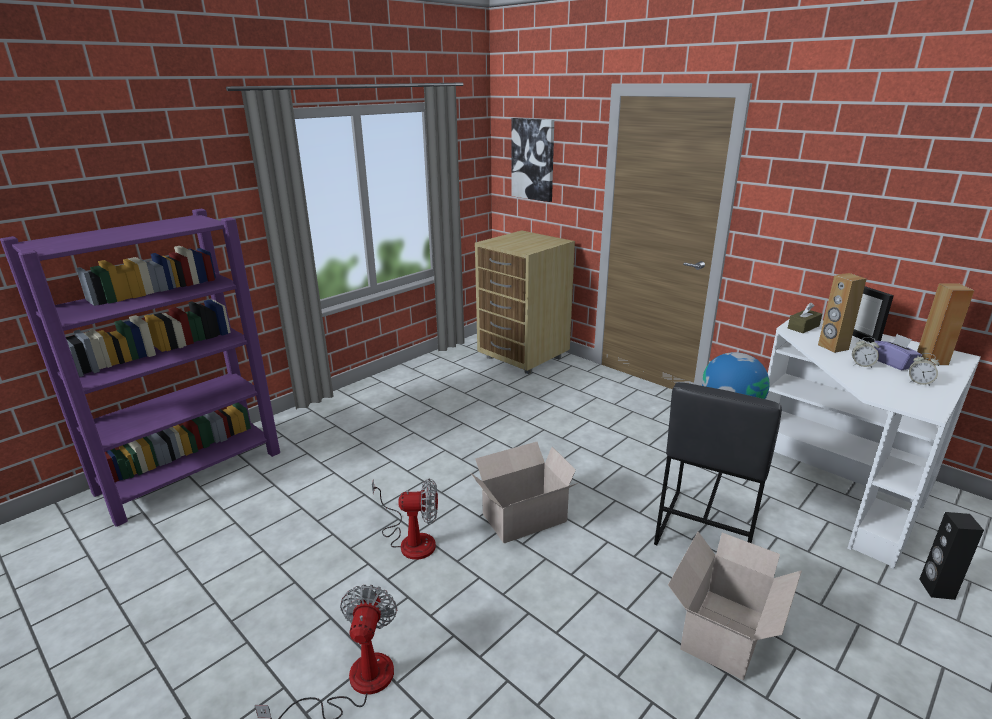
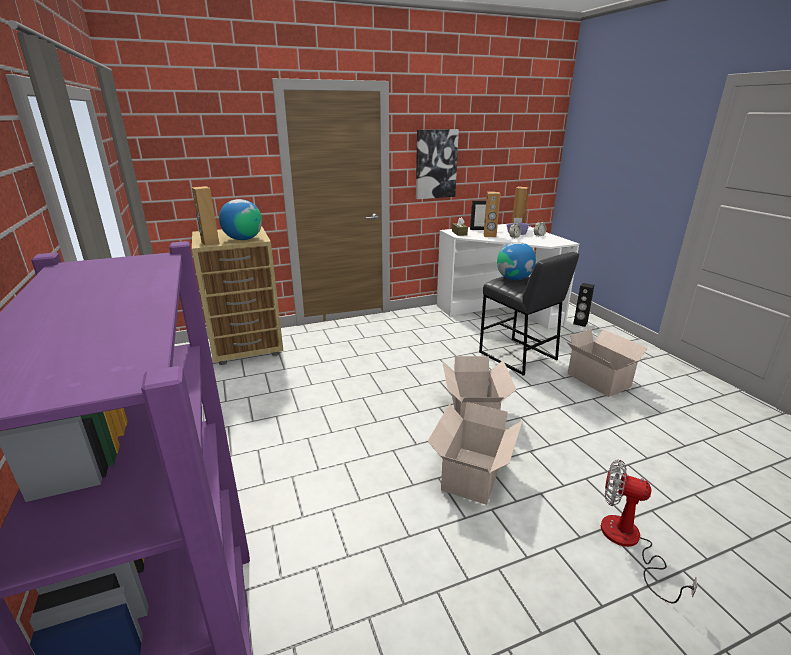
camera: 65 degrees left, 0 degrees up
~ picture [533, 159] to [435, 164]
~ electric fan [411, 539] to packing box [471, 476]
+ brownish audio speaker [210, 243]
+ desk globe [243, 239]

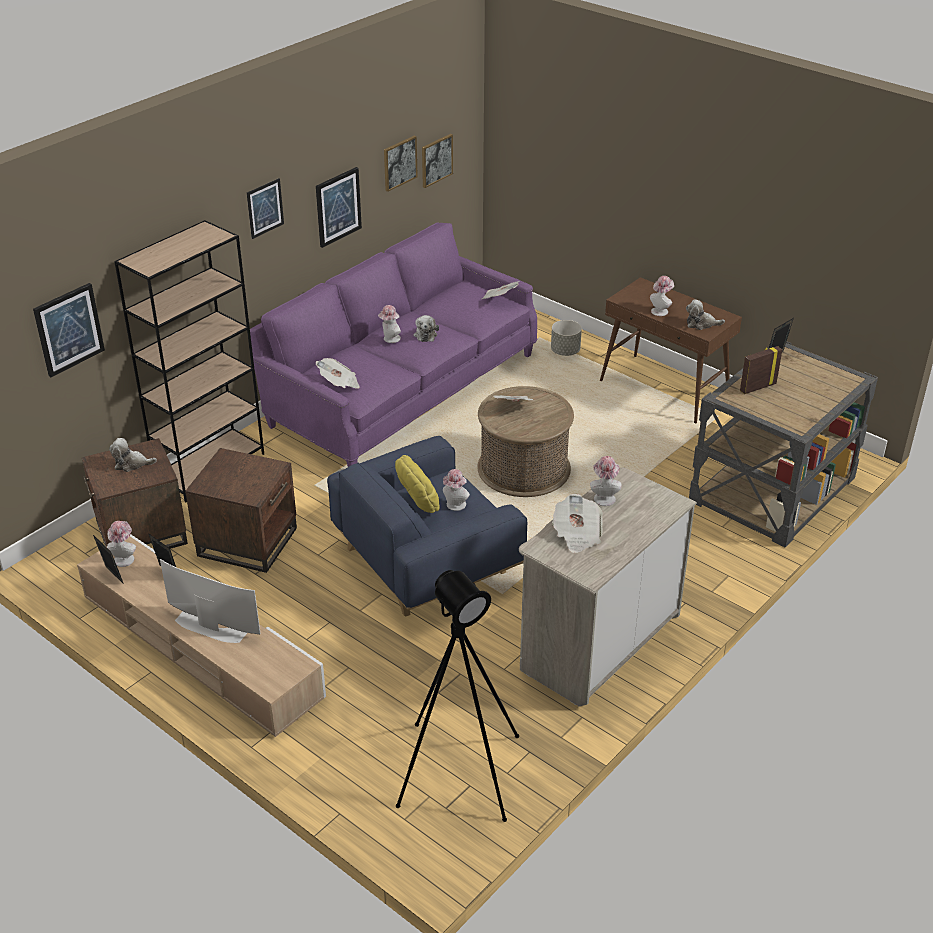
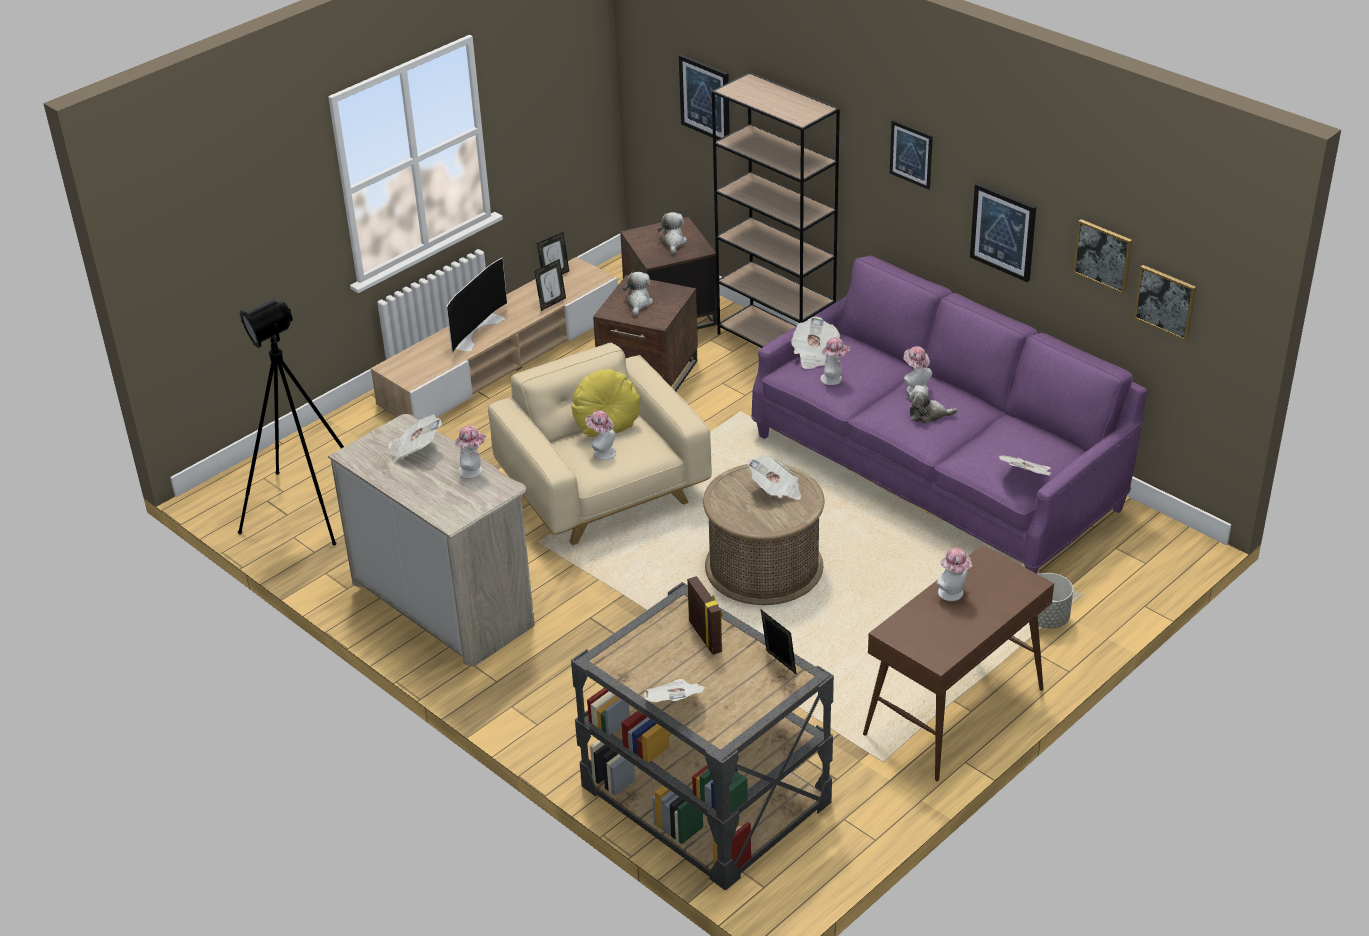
camera: 95 degrees right, 0 degrees up
~ soft toy [701, 324] to [638, 303]
~ blue armchair [426, 560] to beige armchair [602, 490]
~ hat [124, 558] to [834, 379]
+ newspaper [674, 703]

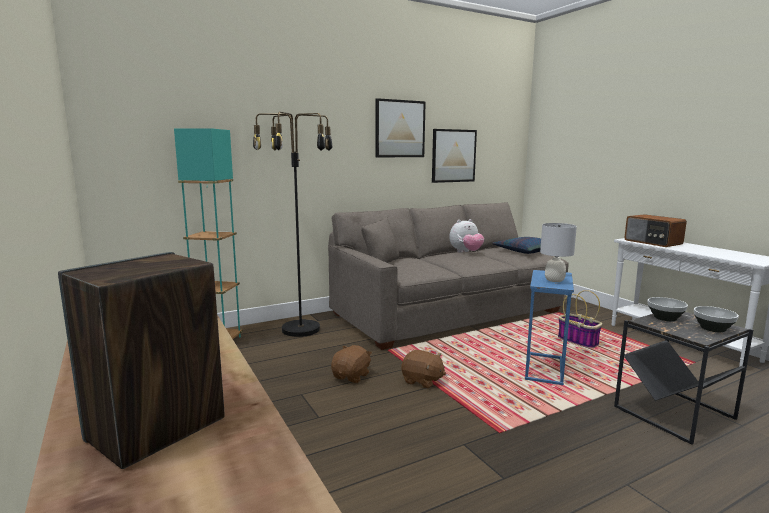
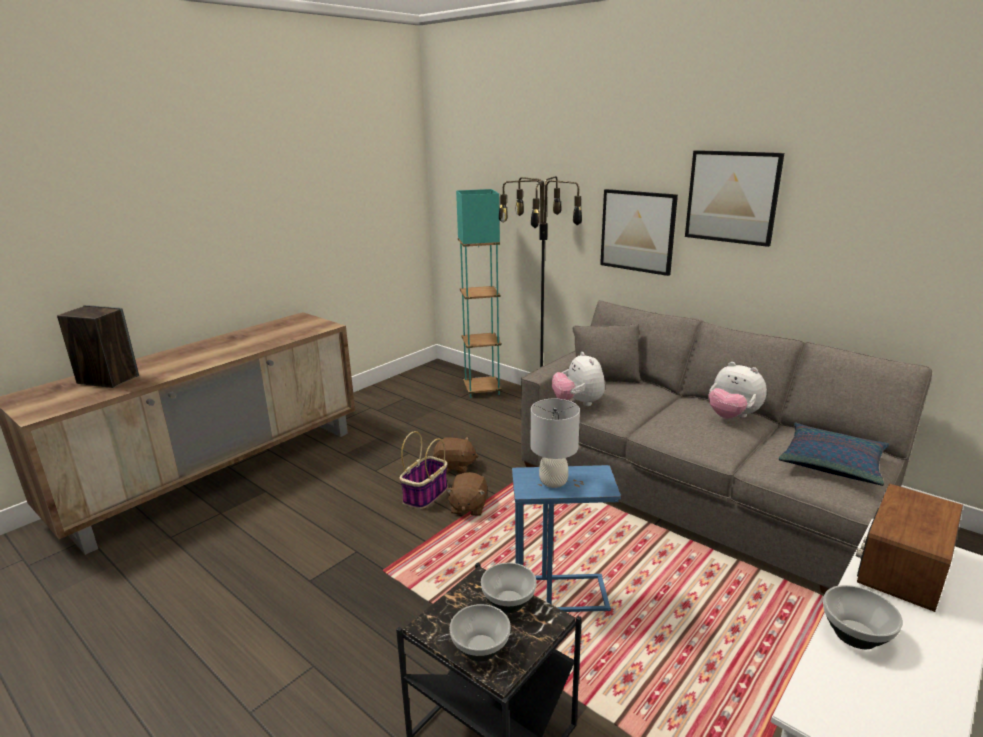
camera: 70 degrees right, 10 degrees up
~ picture [453, 156] to [637, 231]
~ storage basket [578, 341] to [425, 495]
+ soft toy [578, 403]
+ deep dish [856, 635]

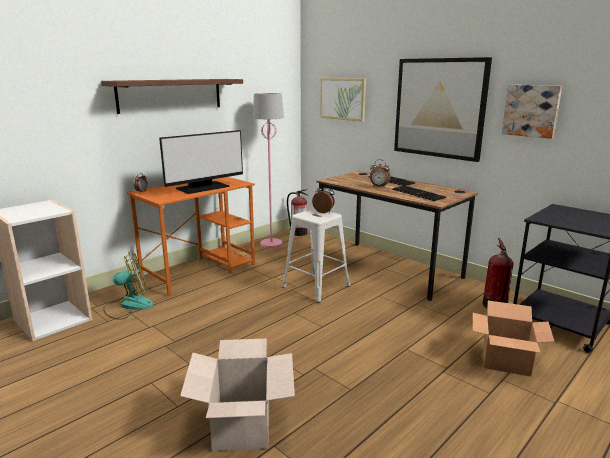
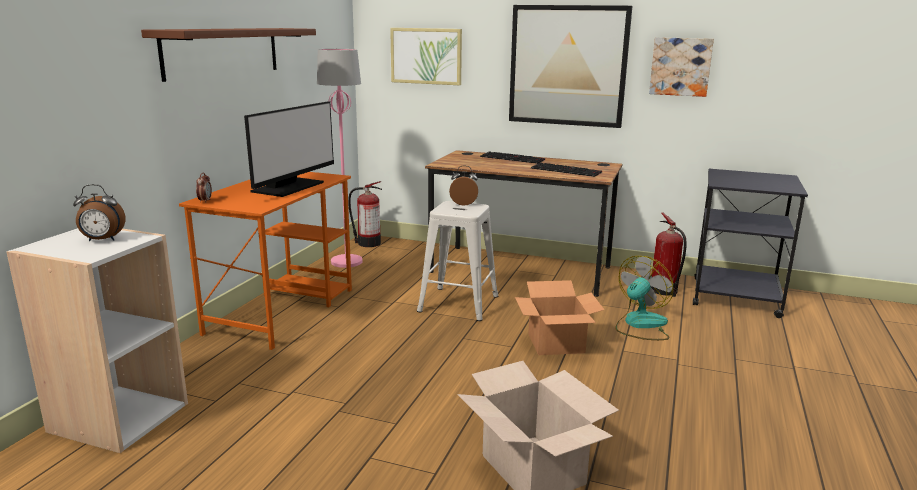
camera: 25 degrees left, 0 degrees up
~ bedside clock [379, 187] to [102, 240]
~ electric fan [128, 305] to [640, 325]
~ packing box [506, 360] to [556, 343]

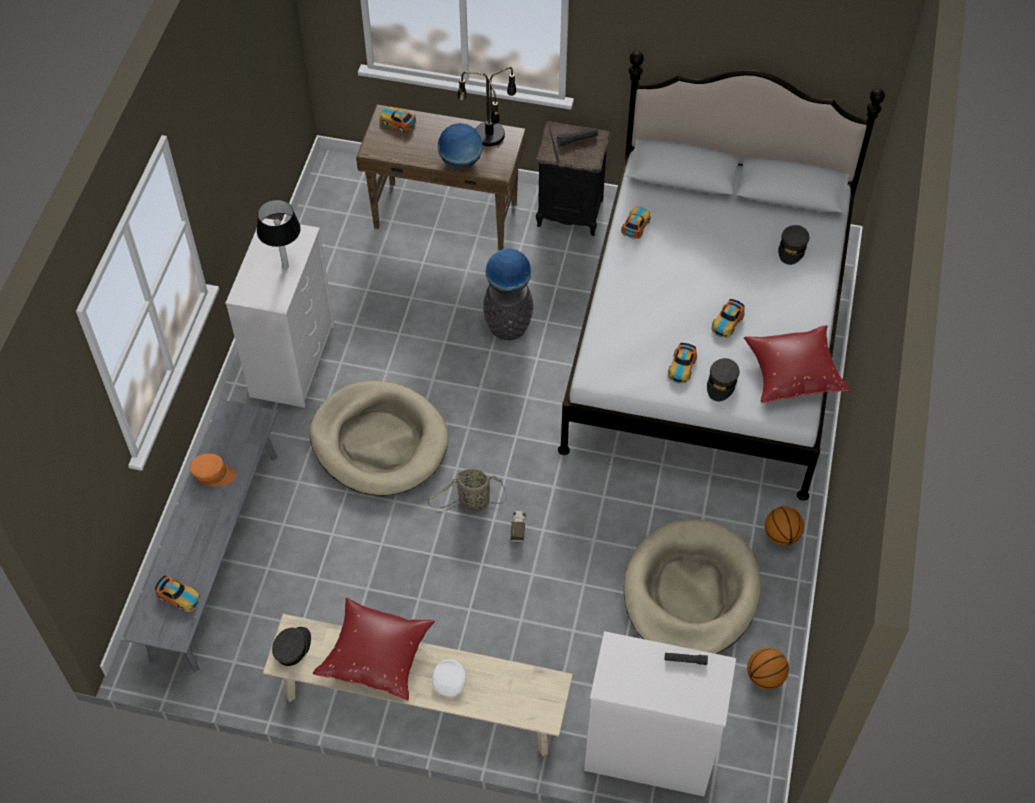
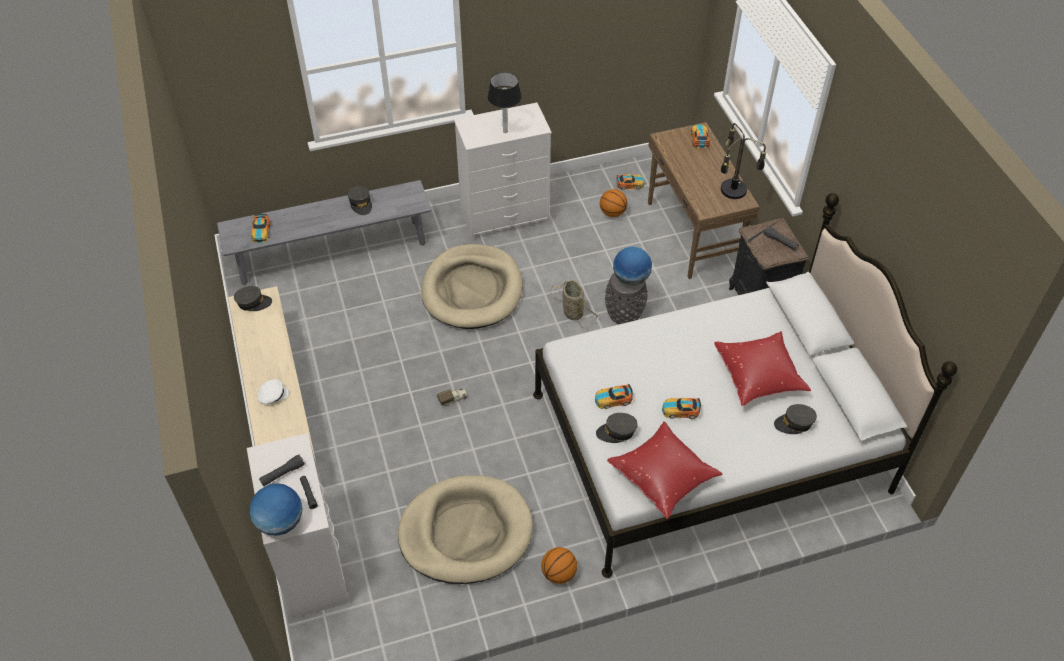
camera: 60 degrees right, 5 degrees down
~ desk globe [460, 161] to [280, 522]
~ model car [636, 225] to [630, 184]
~ orange peaked cap [213, 474] to grey peaked cap [360, 204]
~ storage basket [471, 502] to [572, 312]
~ red pillow [376, 656] to [759, 376]
~ basketball [765, 677] to [612, 213]
+ blackish torch [282, 474]

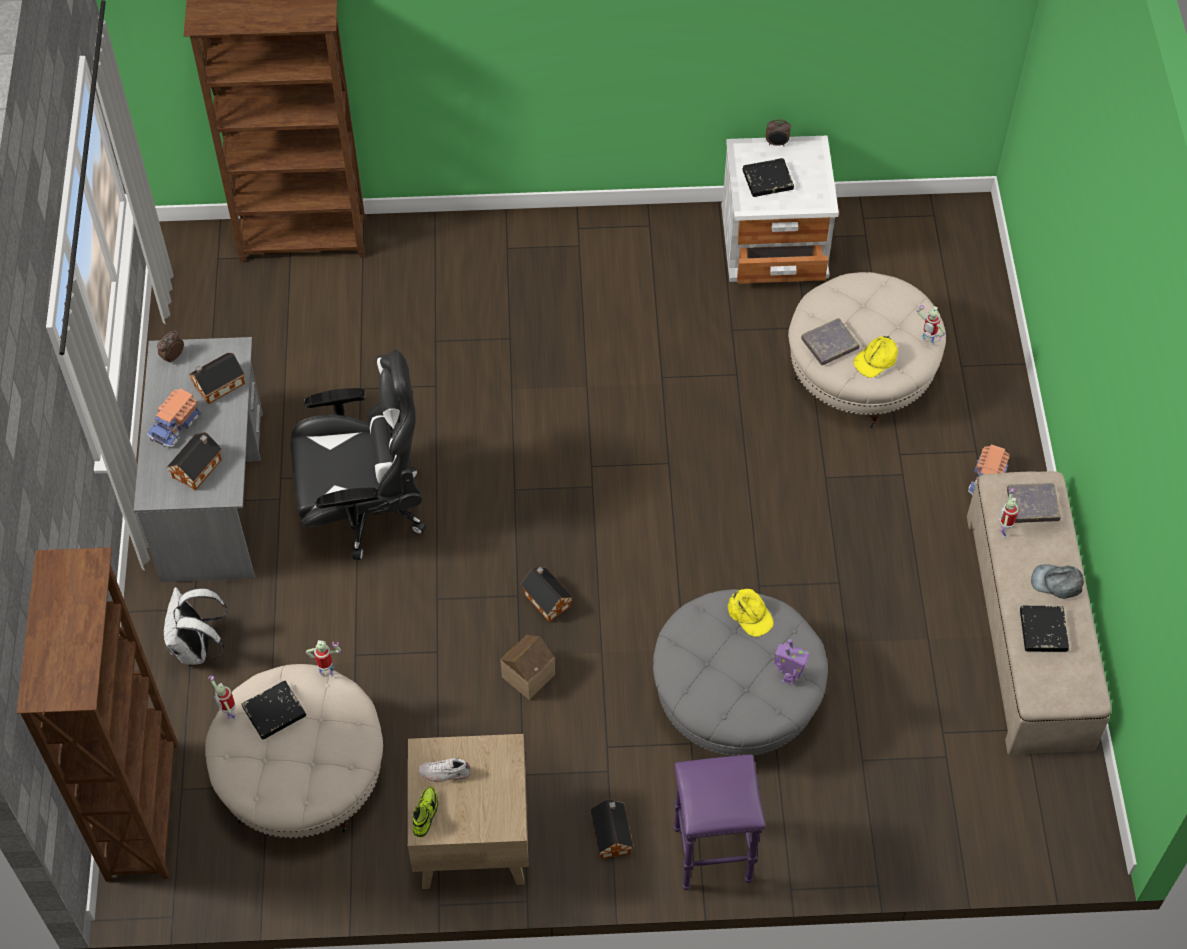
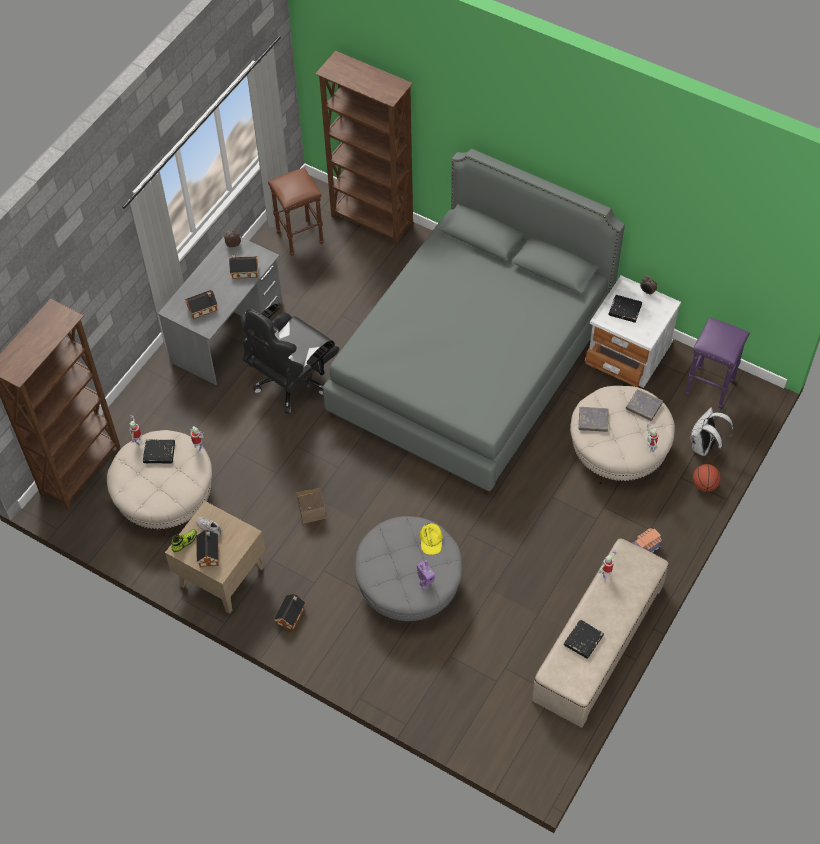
camera: 35 degrees right, 0 degrees up
- yellow peaked cap [876, 359]
~ blackish office chair [362, 510] = [294, 380] 105 degrees clockwise
- model truck [176, 425]
~ grey volume [1032, 505] to [644, 406]
- grey peaked cap [1057, 583]
~ toy house [546, 598] to [209, 552]
~ whitish rucksack [197, 648] to [704, 447]
~ purple-coloured stool seat [713, 852] to [710, 386]
+ grey sleeping bed [471, 364]
+ brownish stool seat [300, 236]
+ basketball [704, 485]

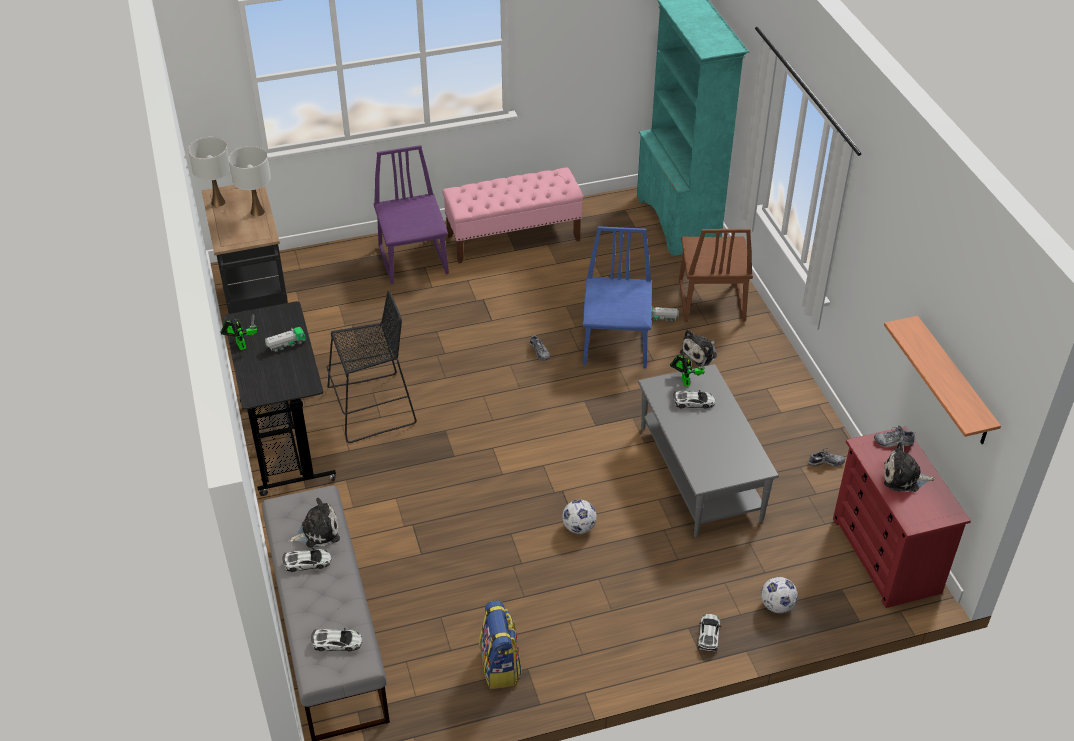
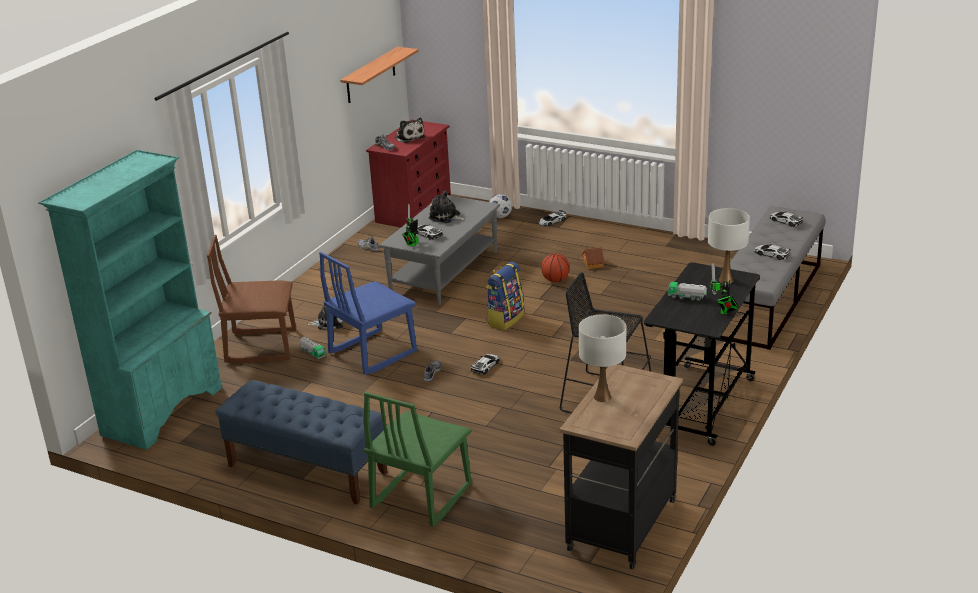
camera: 135 degrees left, 15 degrees down
~ whitish tabletop lamp [218, 202] to [726, 280]
~ purple-coloured chair [414, 260] to green-coloured chair [420, 496]
~ pinkish bench [513, 238] to blue bench [306, 469]
~ brownish chair [710, 302] = [261, 346] 135 degrees counterclockwise
~ soft toy [317, 531] to [446, 217]
~ football ball [579, 527] to basketball [555, 280]
~ rucksack [501, 666] to [505, 319]
+ toy house [593, 264]
+ model car [485, 366]

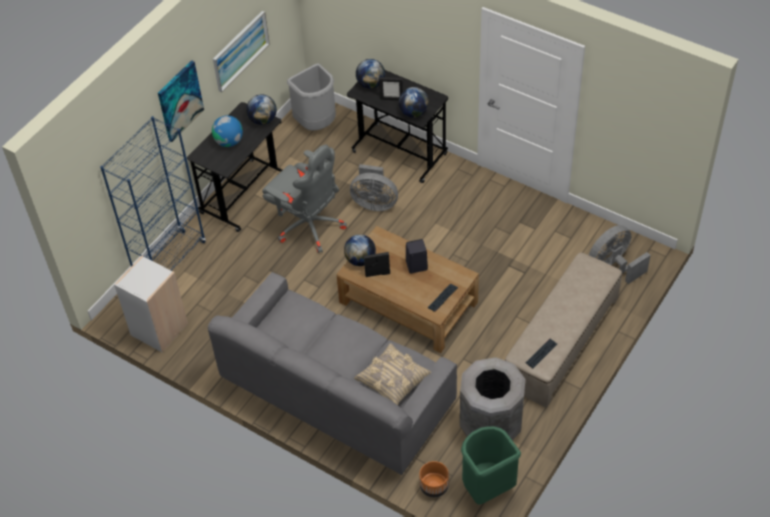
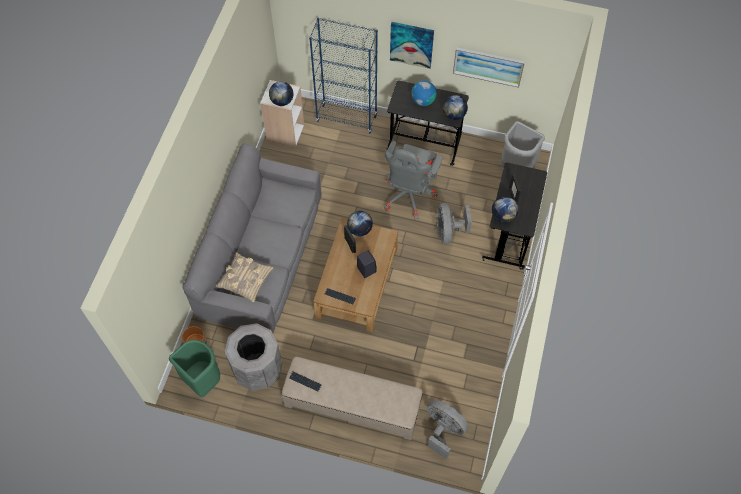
camera: 70 degrees right, 10 degrees up
~ desk globe [371, 84] to [282, 101]

